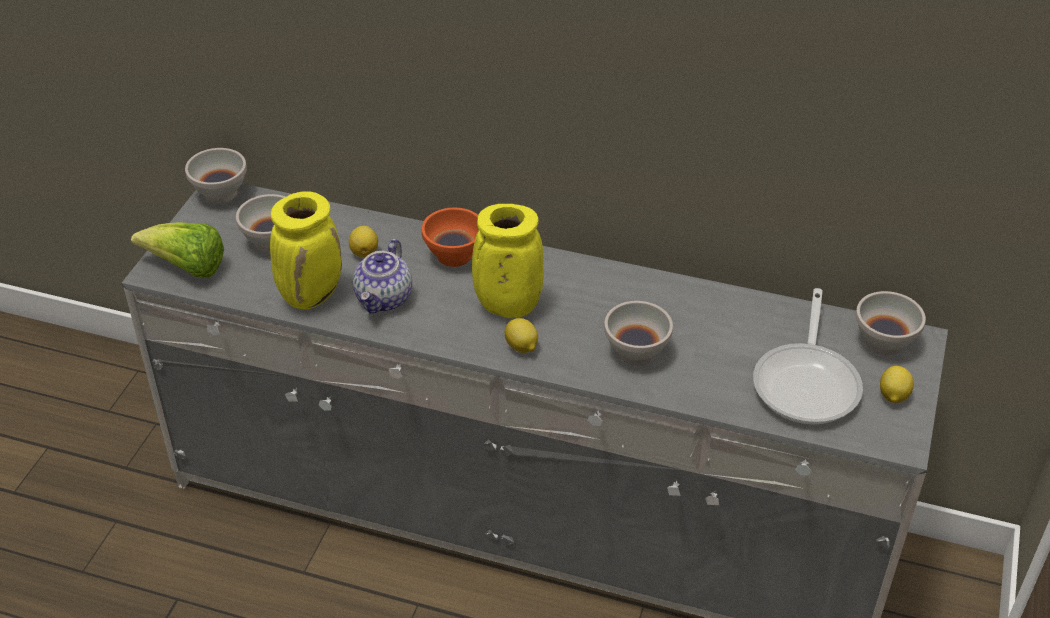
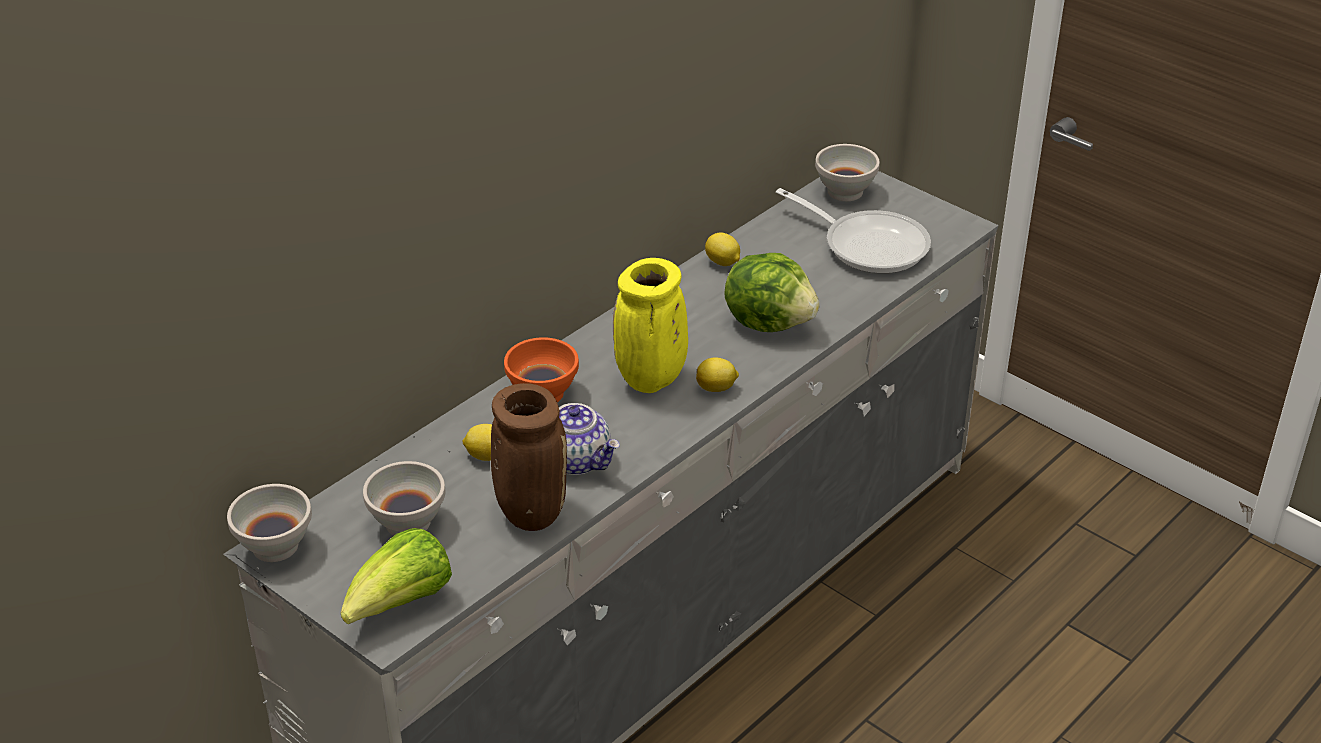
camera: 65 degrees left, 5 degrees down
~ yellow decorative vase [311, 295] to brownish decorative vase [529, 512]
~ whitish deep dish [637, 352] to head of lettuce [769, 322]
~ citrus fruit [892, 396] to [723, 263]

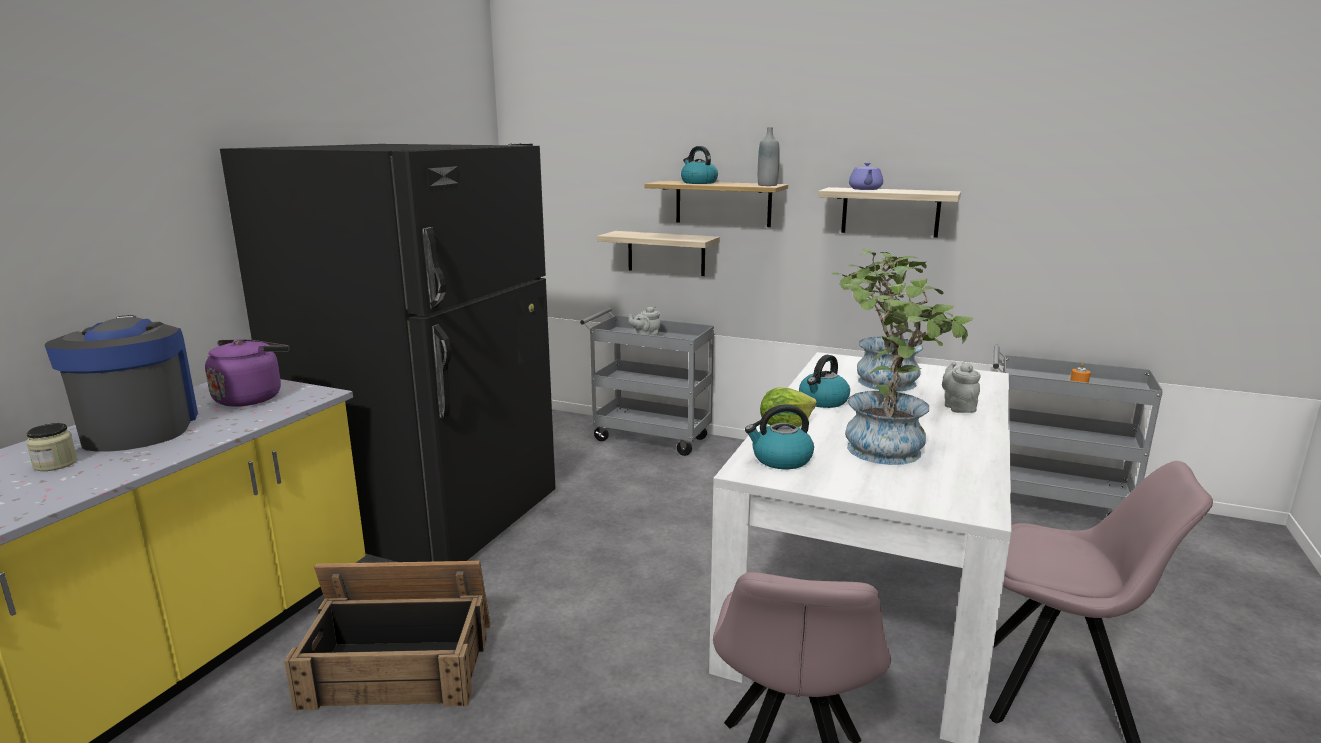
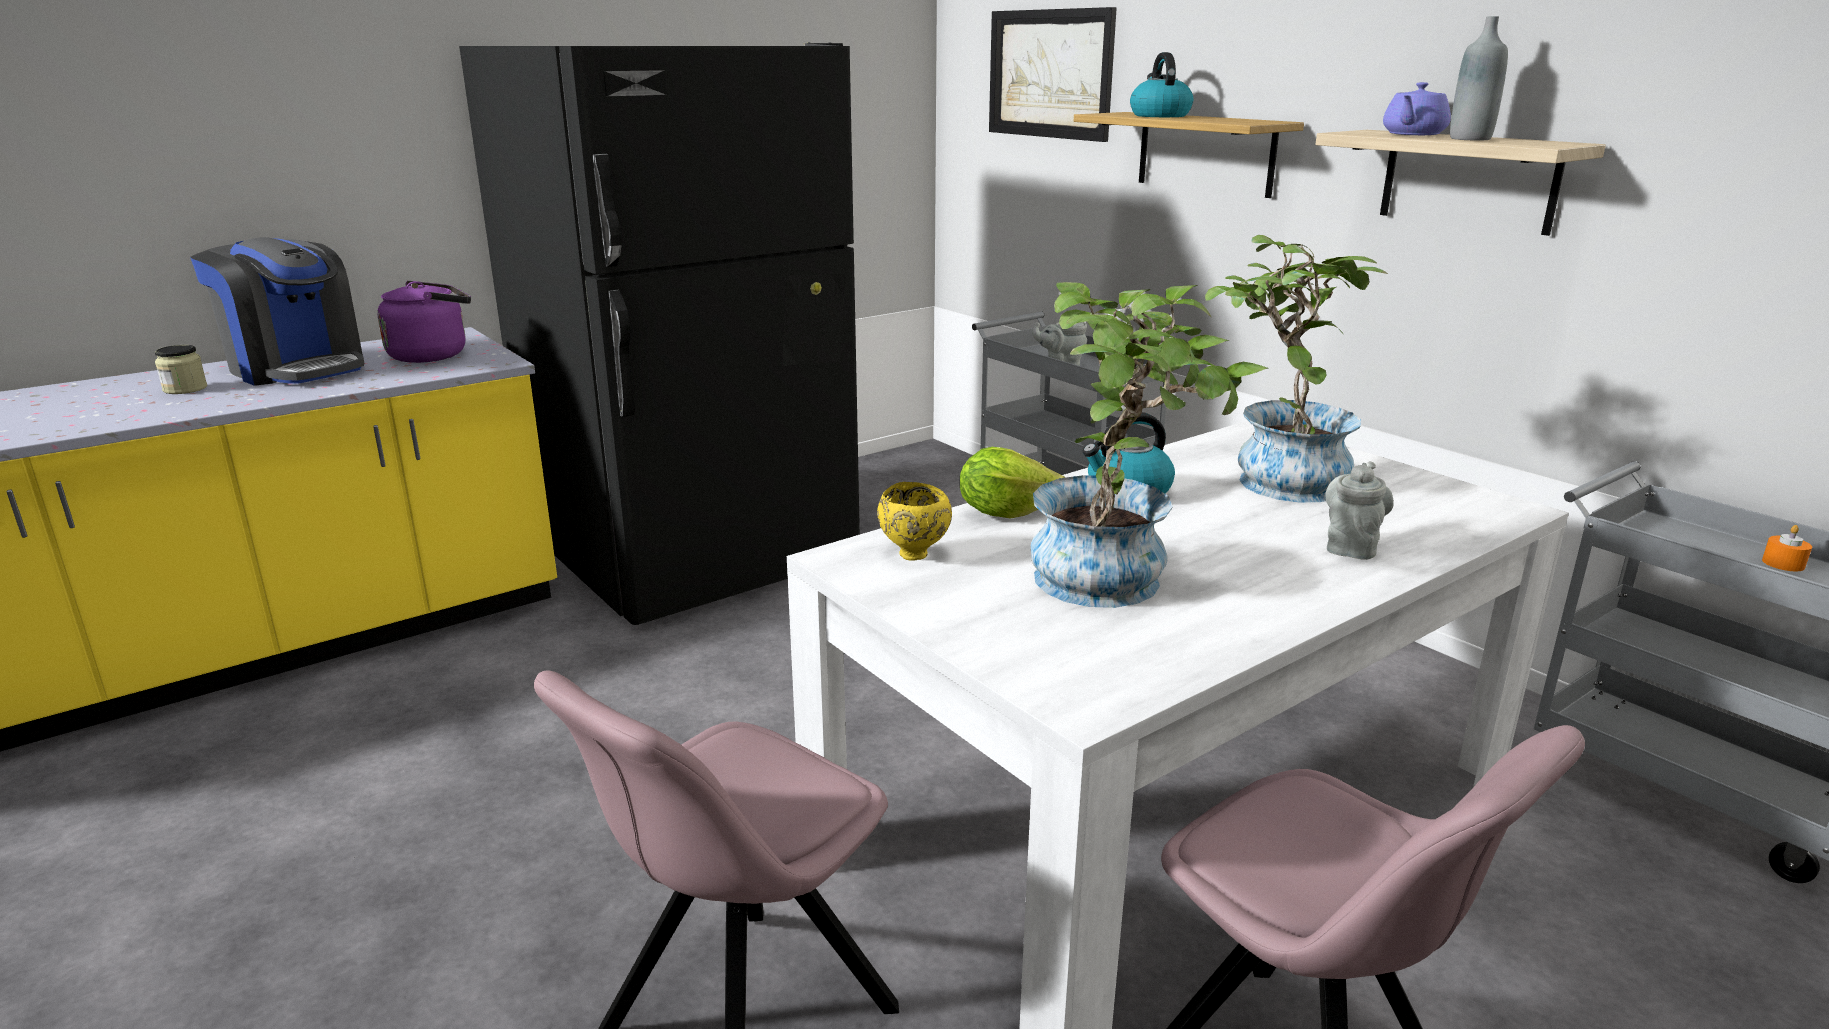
camera: 30 degrees right, 5 degrees up
~ grey beverage bottle [767, 185] to [1470, 139]
- shelf [666, 253]
~ coffee brewer [139, 428] = [297, 368] 120 degrees clockwise
~ water kettle [781, 459] to yellow deep dish [915, 555]
- crate [400, 662]
+ picture [1050, 74]

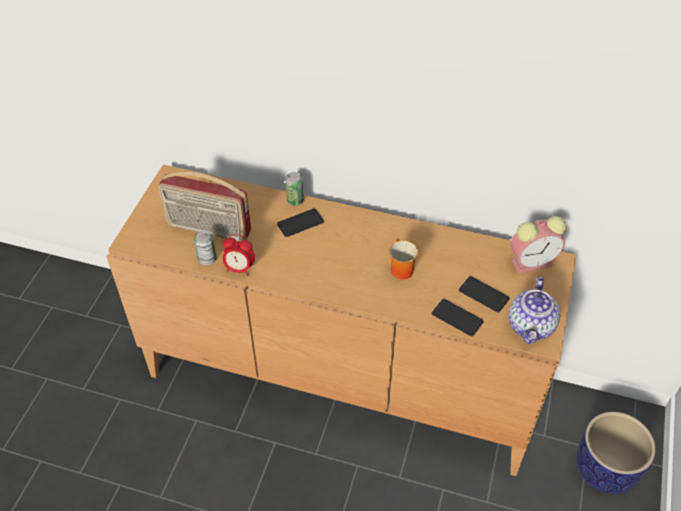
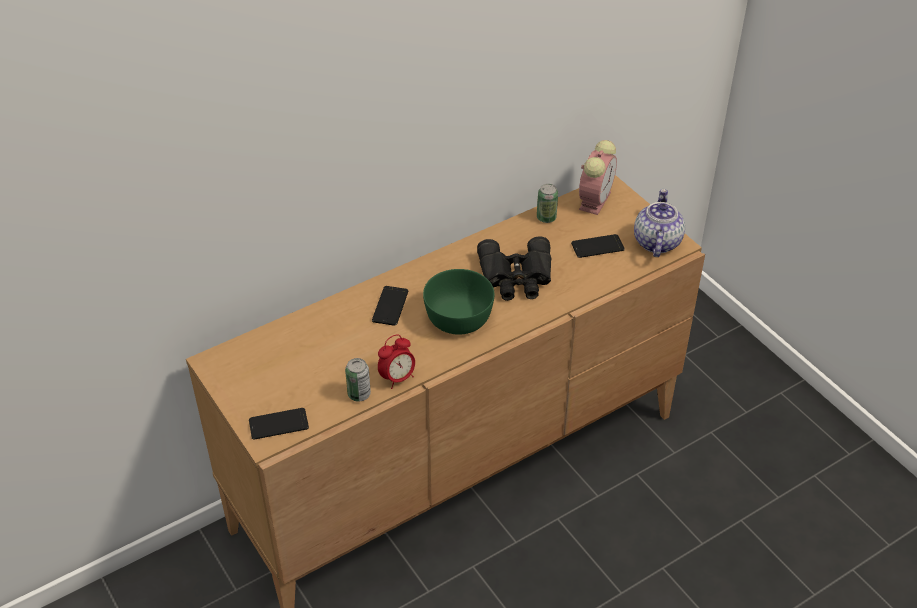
camera: 50 degrees left, 5 degrees down
- radio set [208, 229]
~ sealed can [295, 200] to [546, 218]
~ tea mug [399, 269] to blackish pair of binoculars [516, 277]
~ pot for tea [531, 326] = [656, 242] 135 degrees counterclockwise
~ telephone [457, 318] to [278, 424]
- flower pot [604, 468]
+ green-coloured deep dish [459, 317]

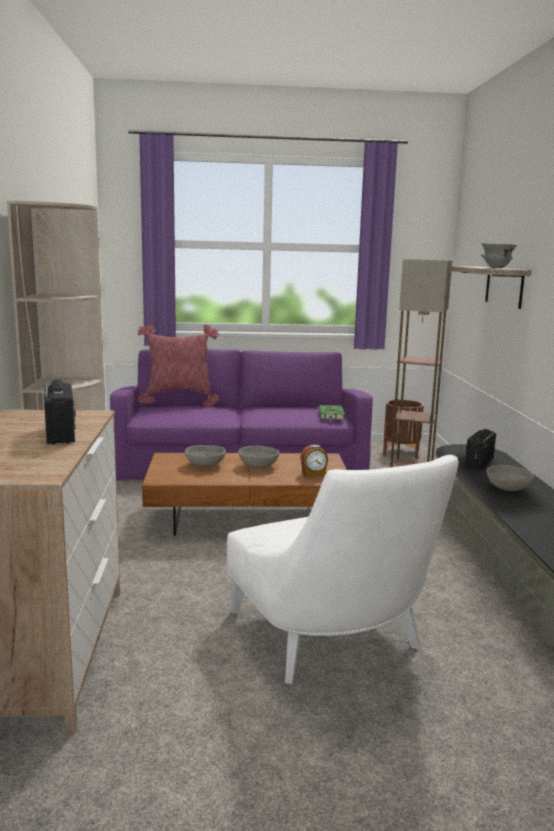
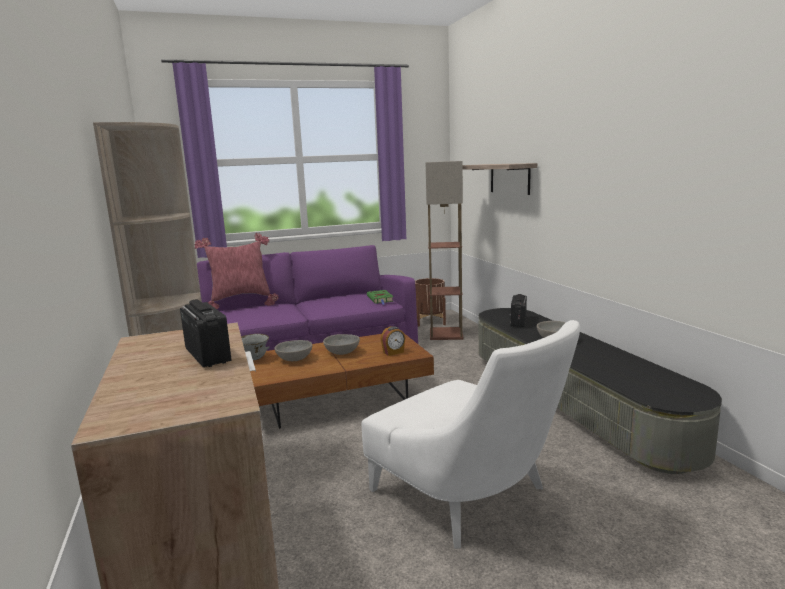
camera: 15 degrees left, 0 degrees up
~ grey deep dish [496, 268] to [254, 359]

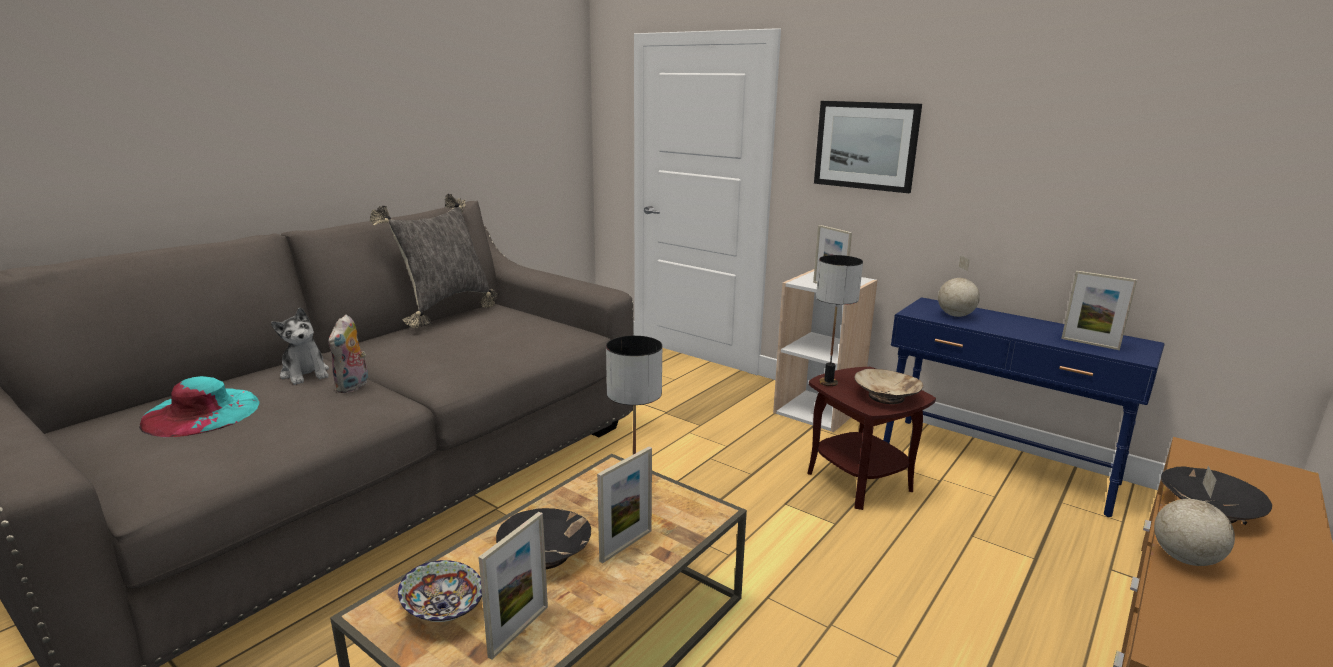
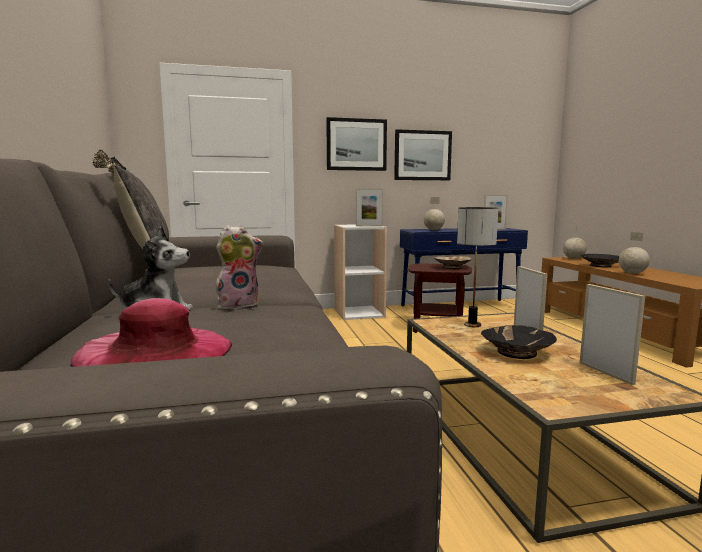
camera: 50 degrees left, 10 degrees down
- tabletop lamp [828, 383]
~ soft toy [353, 387] = [238, 306] 75 degrees counterclockwise
~ turquoise hat [201, 412] to pinkish hat [155, 351]
- deep dish [442, 610]
+ picture [422, 155]
+ desk globe [574, 258]

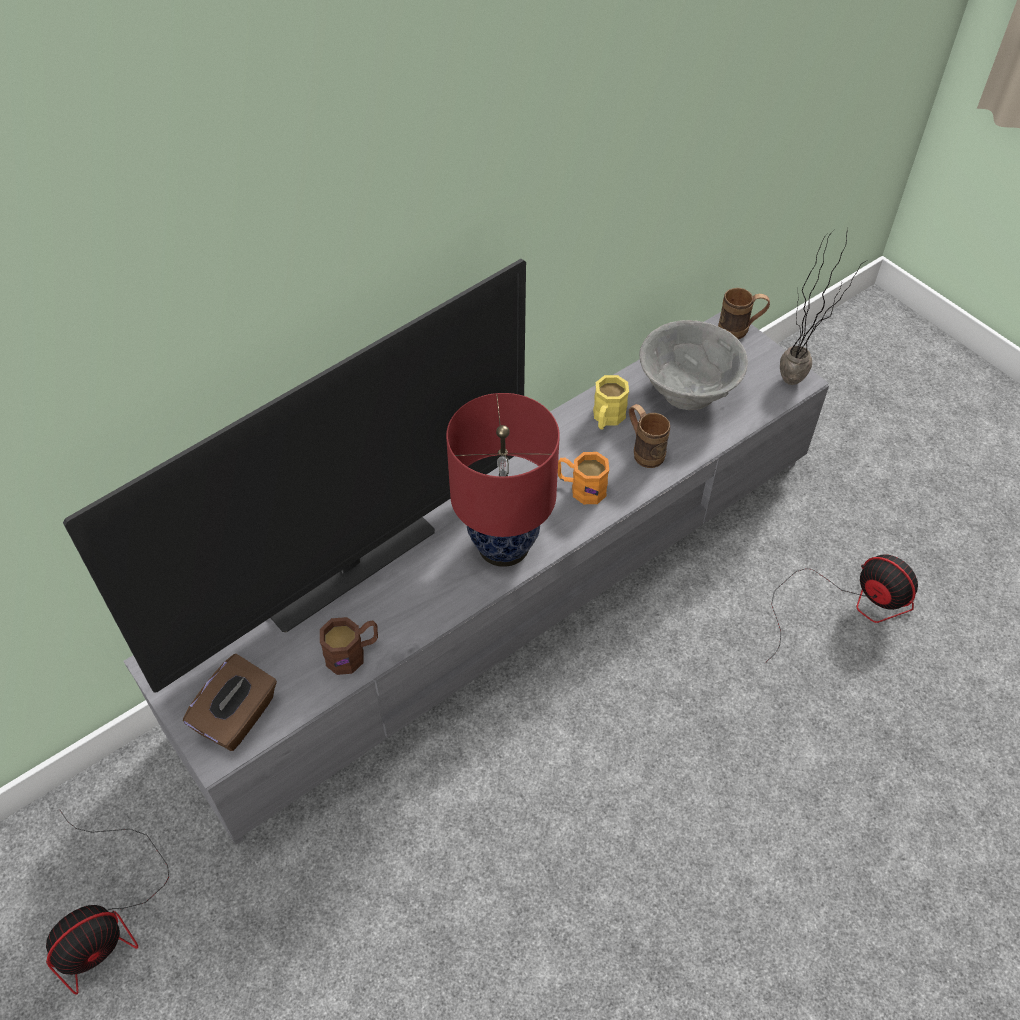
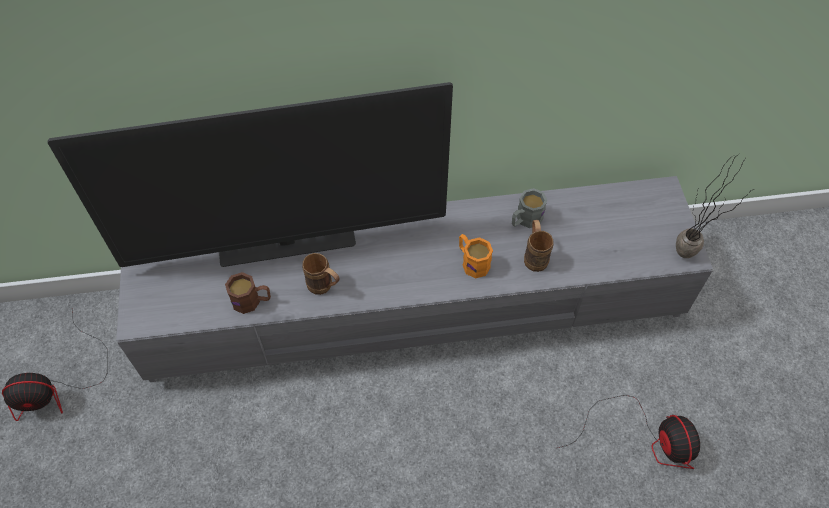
camera: 30 degrees right, 5 degrees up
~ brownish tea mug [739, 331] to [324, 287]
- grey deep dish [687, 391]
~ yellow tea mug [607, 418] to grey tea mug [525, 220]
- red tabletop lamp [503, 545]
- brownish tissue holder [238, 717]

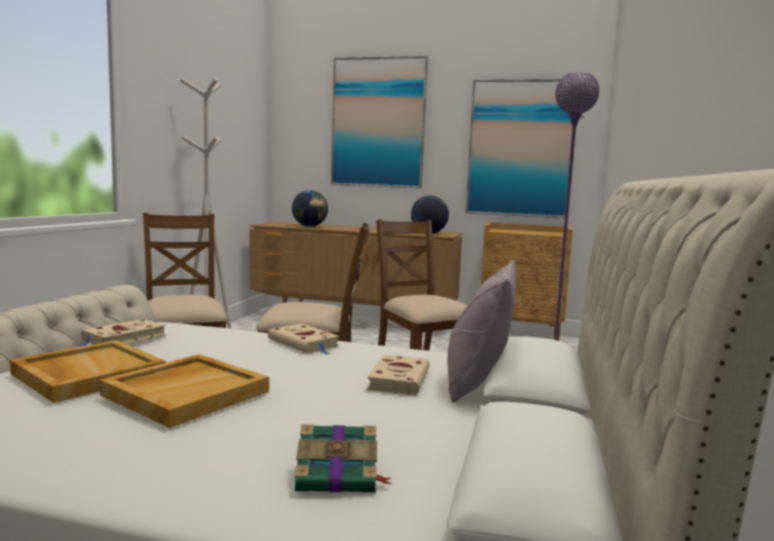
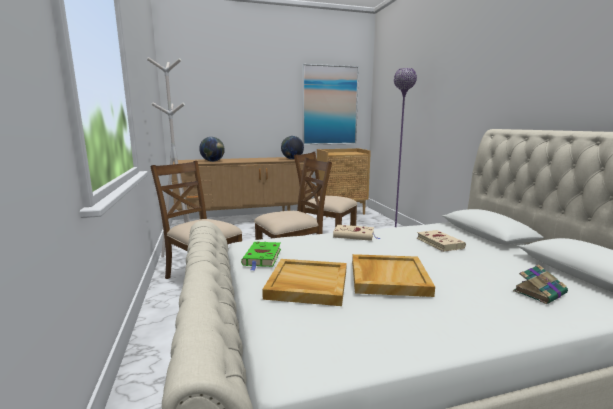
camera: 30 degrees left, 5 degrees up
- picture [378, 123]
- purple-coloured pillow [477, 384]
~ beige volume [122, 339] to green-coloured volume [262, 258]

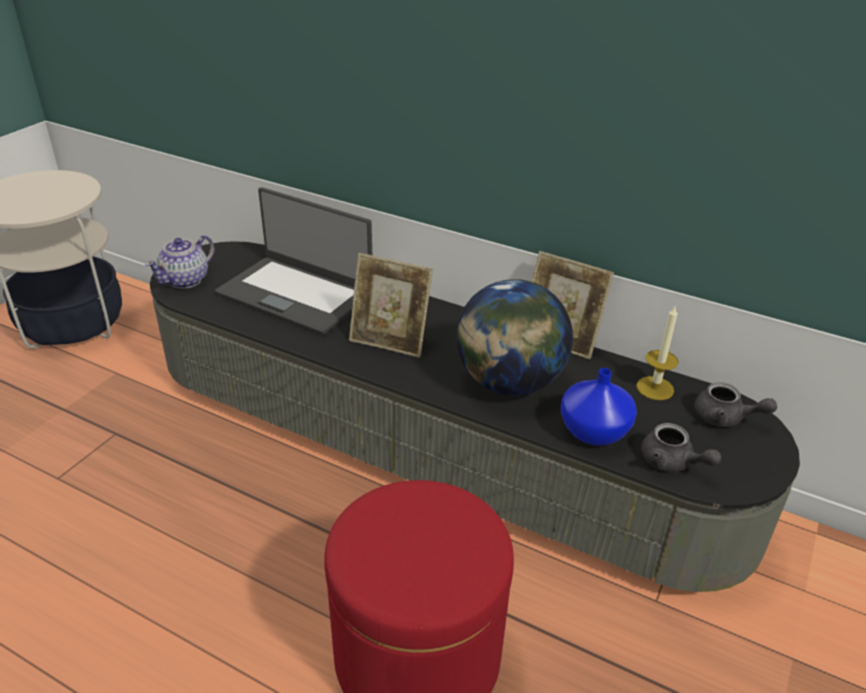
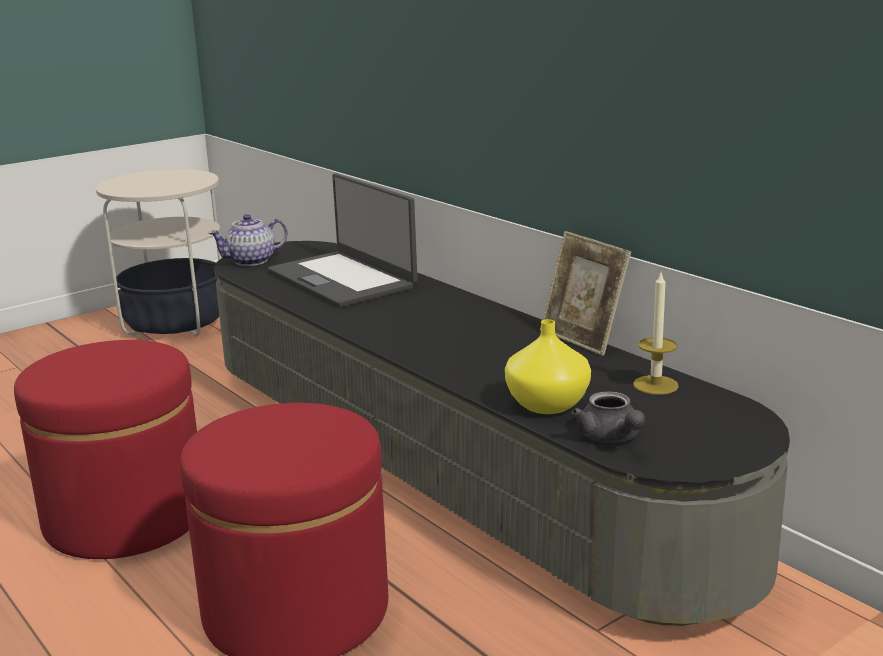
camera: 25 degrees right, 15 degrees down
- standing frame [390, 341]
- desk globe [509, 383]
~ blue decorative vase [593, 430] to yellow decorative vase [548, 403]
- grey pot for tea [725, 418]
+ red pouffe [125, 517]

